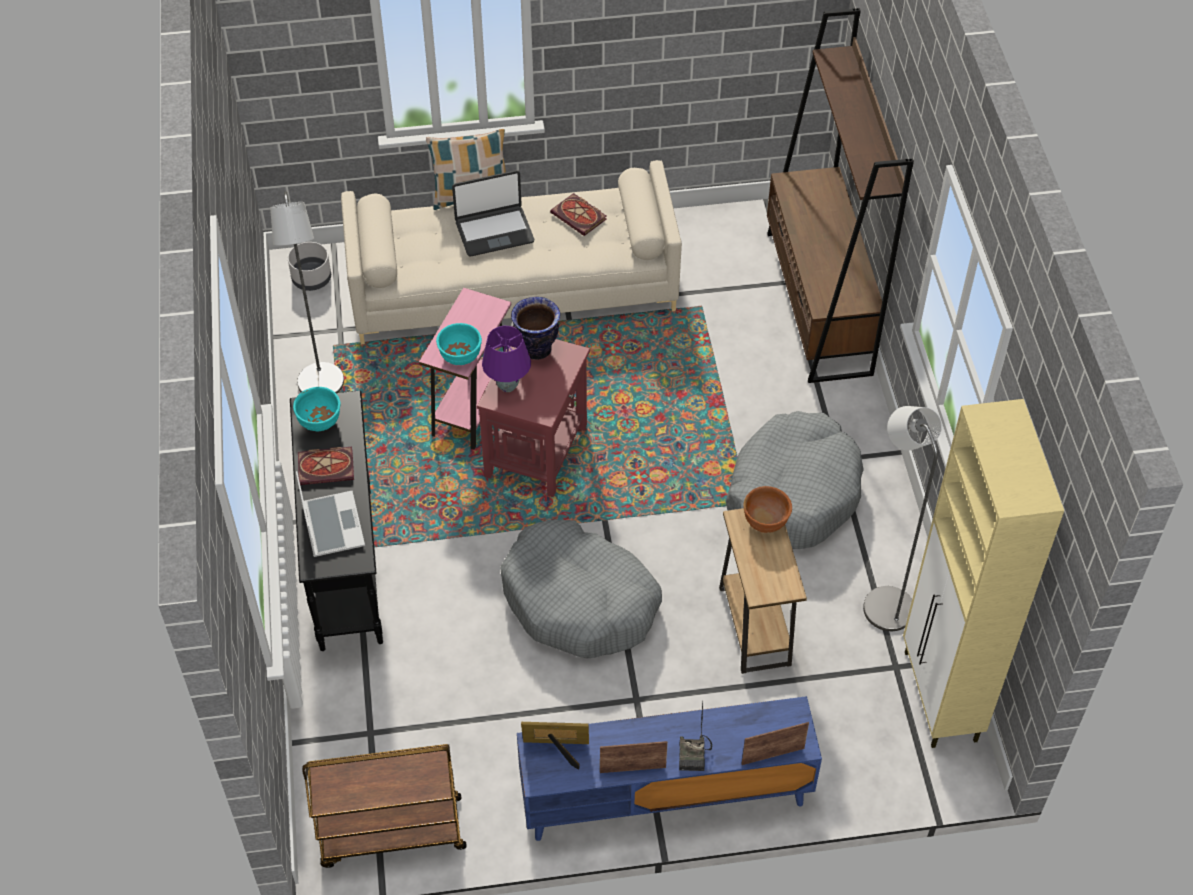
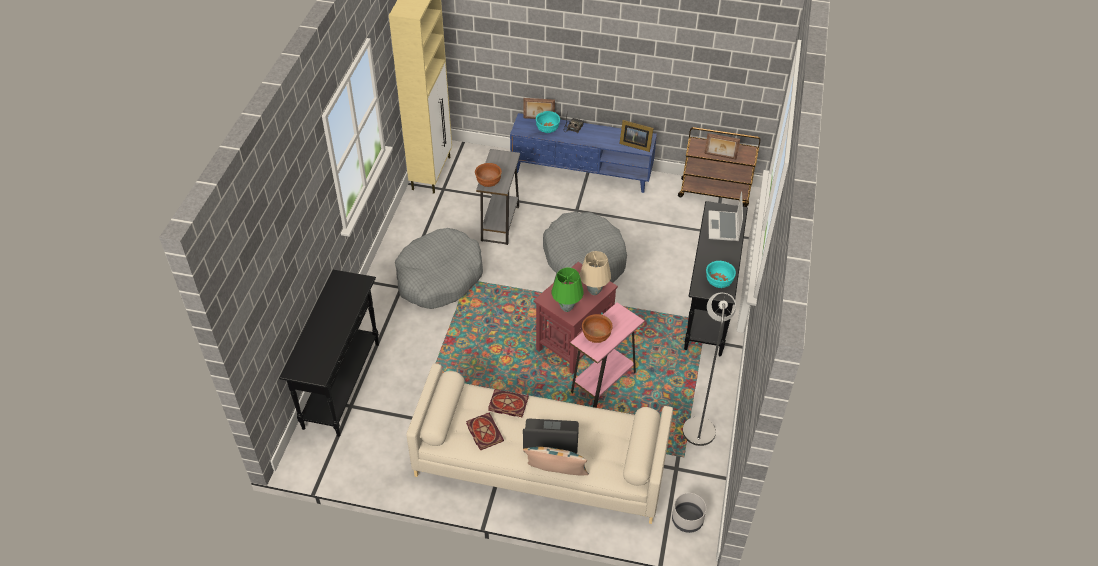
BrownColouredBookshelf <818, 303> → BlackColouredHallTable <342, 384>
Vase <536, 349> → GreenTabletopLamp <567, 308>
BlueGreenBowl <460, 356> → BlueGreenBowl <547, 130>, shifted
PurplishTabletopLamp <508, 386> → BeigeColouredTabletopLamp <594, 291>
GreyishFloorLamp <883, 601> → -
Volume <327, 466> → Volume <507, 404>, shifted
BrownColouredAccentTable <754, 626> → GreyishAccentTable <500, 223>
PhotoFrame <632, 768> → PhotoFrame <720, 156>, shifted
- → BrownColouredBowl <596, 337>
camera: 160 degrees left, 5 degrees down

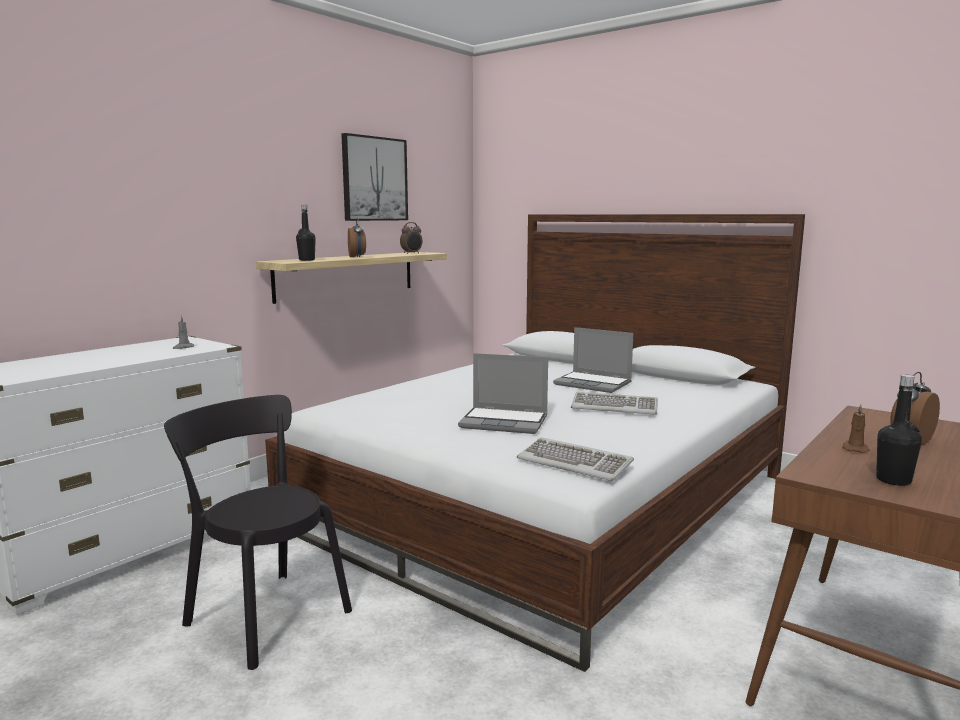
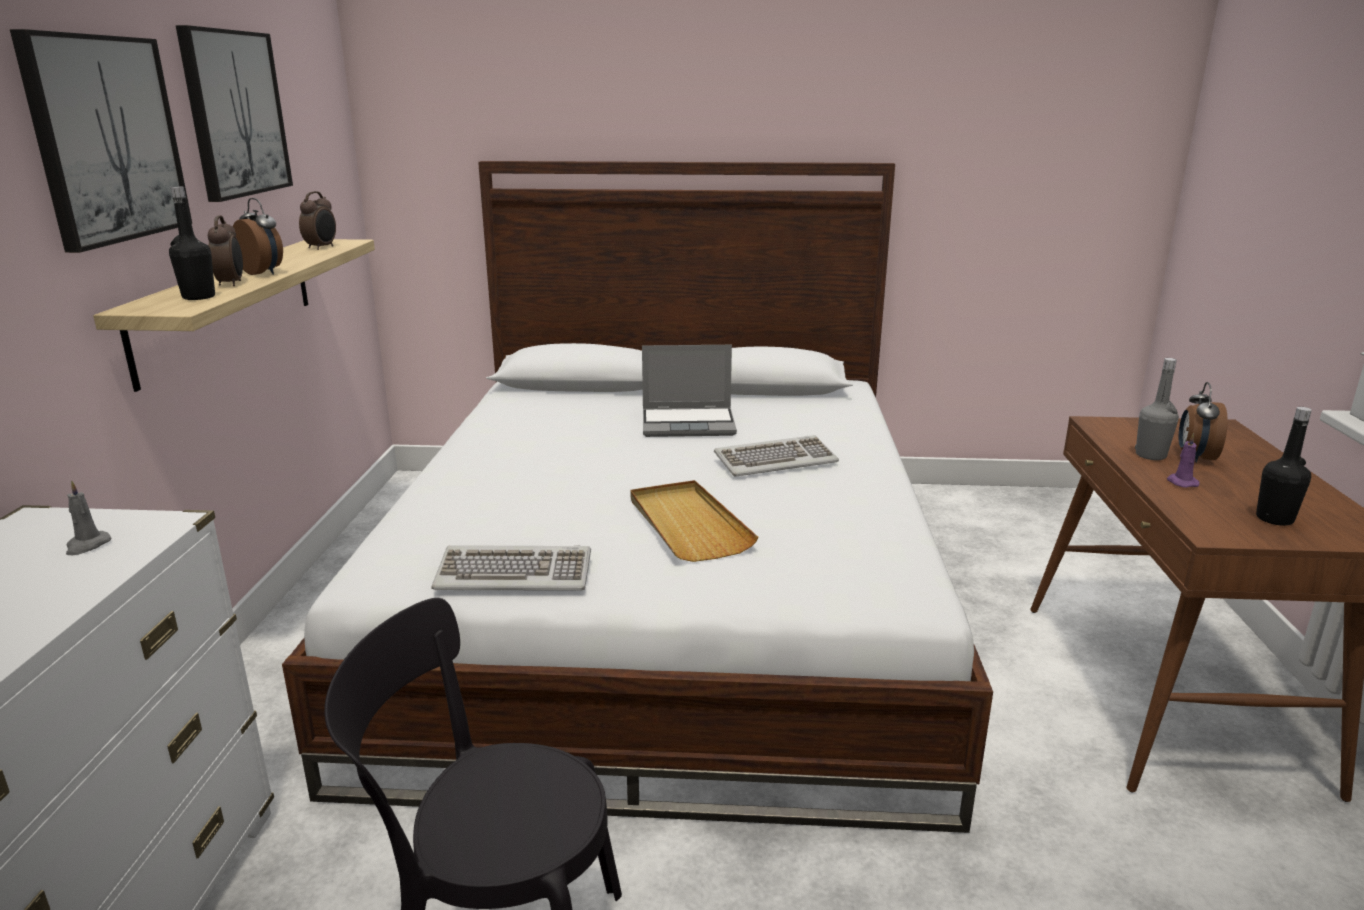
Laptop <505, 422> → BeigeColouredCarryingTray <687, 524>
BrownColouredWaxCandle <855, 449> → PurplishWaxCandle <1181, 482>
Keyboard <575, 463> → Keyboard <515, 573>, shifted
- → Picture <106, 139>
- → BedsideClock <231, 284>
- → GreyishBeverageBottle <1150, 455>
camera: 35 degrees left, 10 degrees up

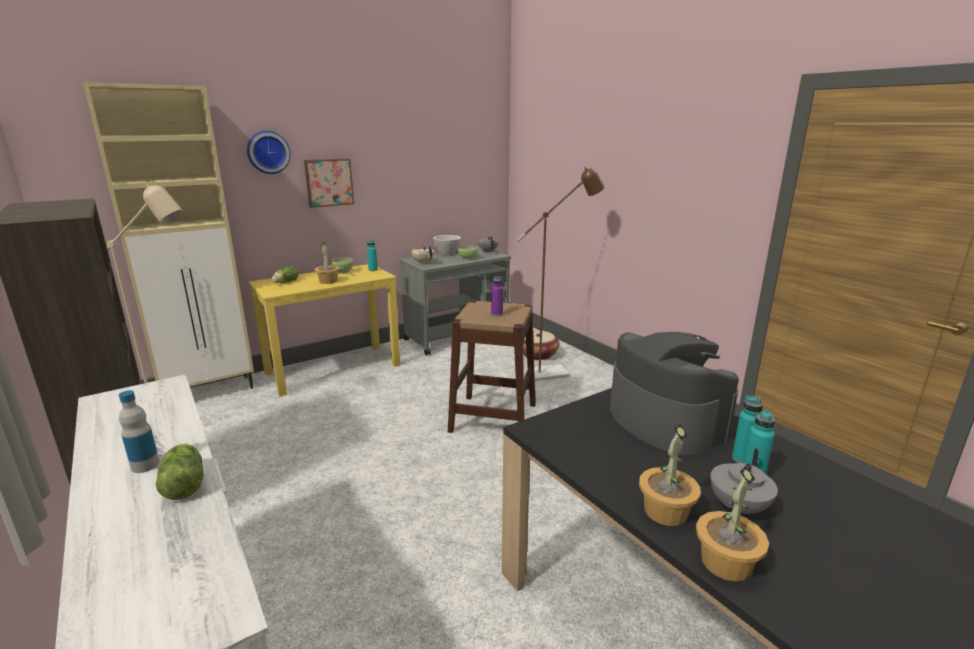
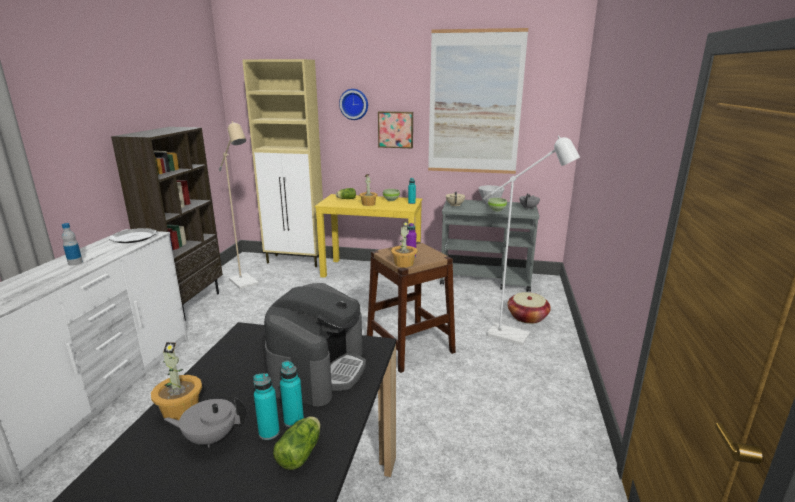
BrownColouredFloorLamp <555, 373> → WhiteFloorLamp <515, 337>
HeadOfLettuce <185, 483> → HeadOfLettuce <301, 452>, shifted
PlantInAPot <725, 562> → PlantInAPot <404, 263>, shifted
- → Picture <474, 103>
- → Plate <134, 237>
camera: 45 degrees right, 0 degrees up

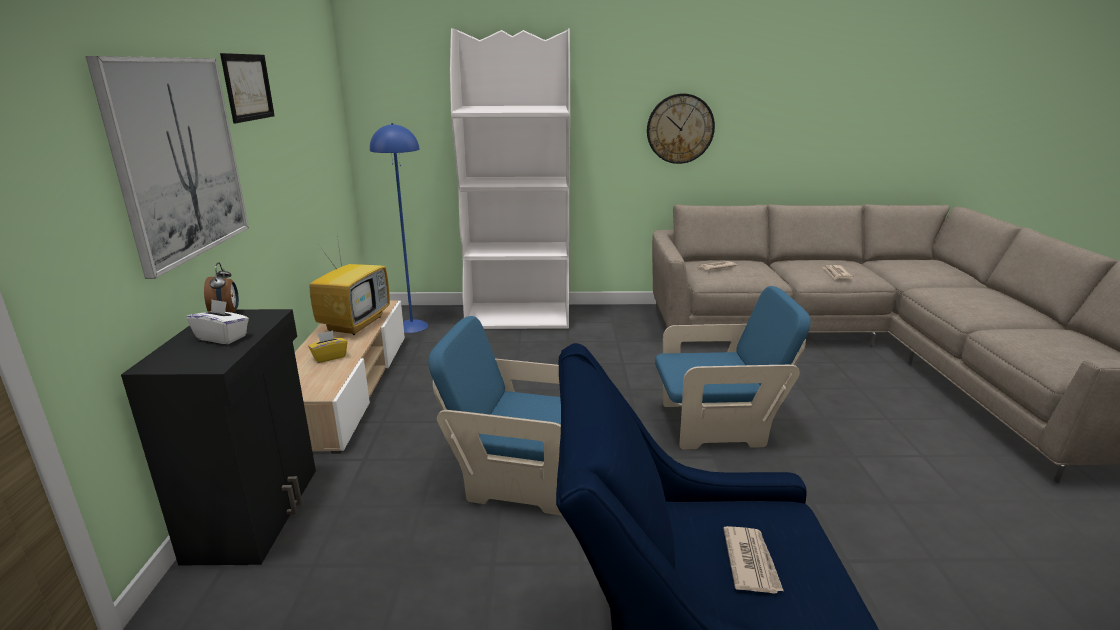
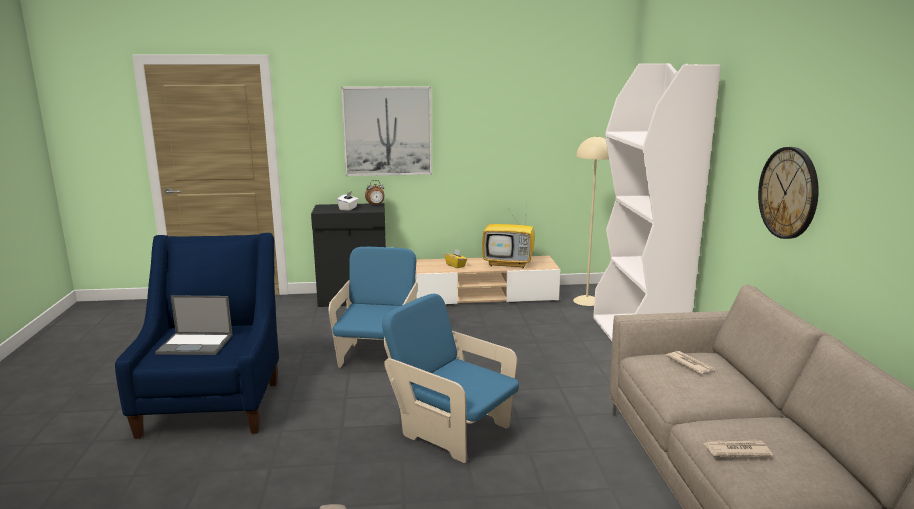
Picture <248, 87> → -
BlueFloorLamp <412, 326> → BeigeColouredFloorLamp <586, 301>
BlueEasyChair <717, 425> → BlueEasyChair <451, 430>, 135 degrees clockwise
PrintedPaper <751, 561> → Laptop <196, 344>
camera: 85 degrees right, 5 degrees down

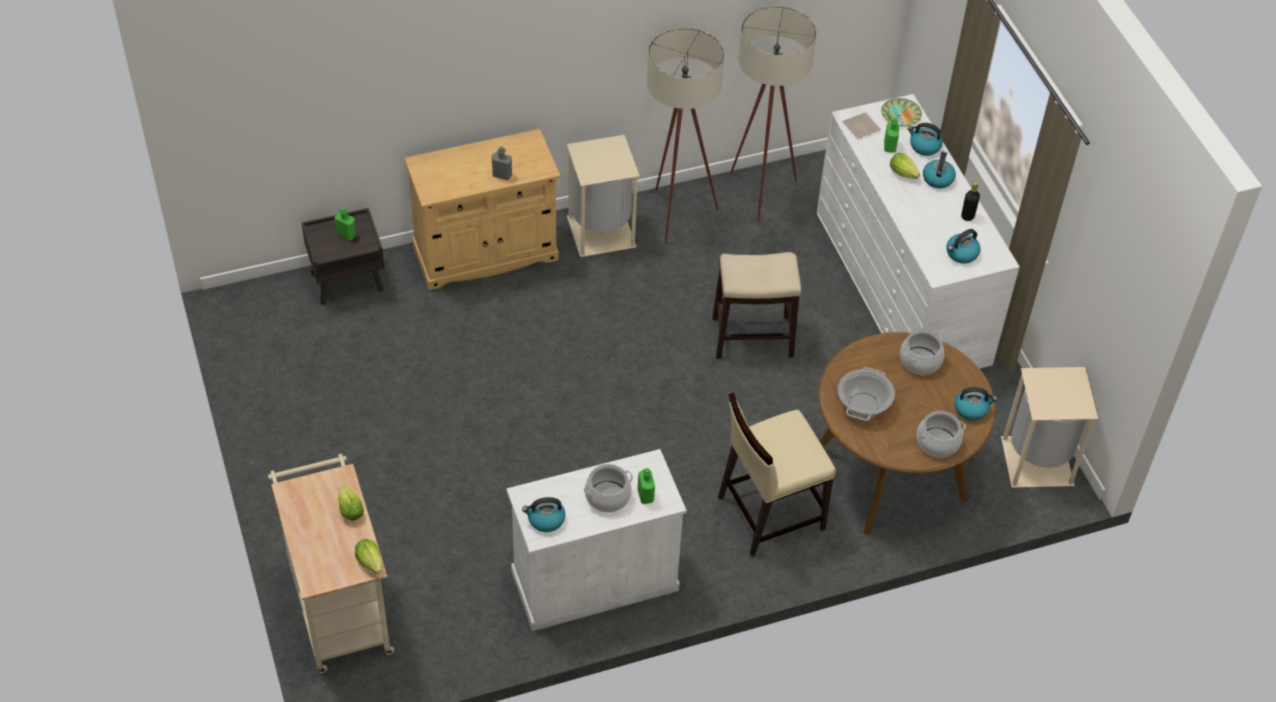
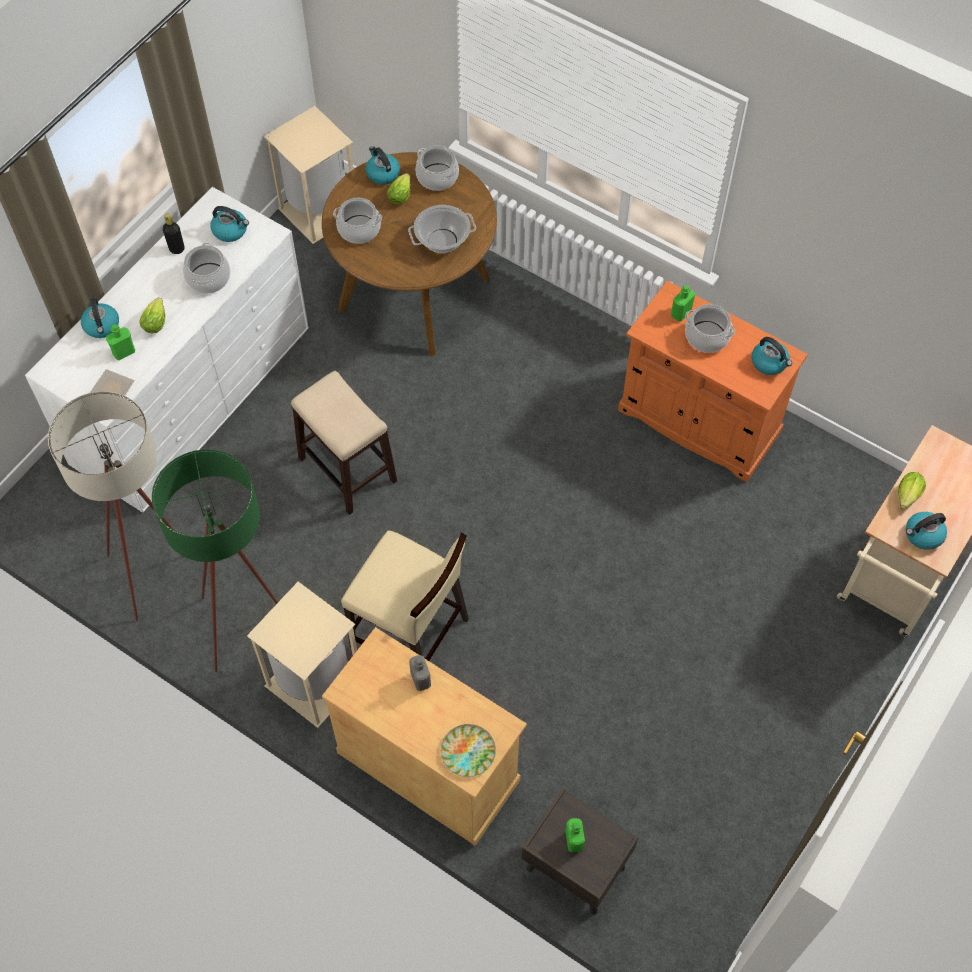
BeigeColouredFloorLamp <676, 220> → GreenFloorLamp <245, 625>
Plate <900, 115> → Plate <468, 752>, shifted
Kettle <938, 178> → Kettle <923, 535>, shifted
BeigeColouredChair <769, 513> → BeigeColouredChair <410, 634>, shifted
WhiteStorageCabinet <594, 580> → OrangeStorageCabinet <698, 421>
HeadOfLettuce <371, 564> → HeadOfLettuce <401, 194>, shifted
- → CookingPot <209, 278>
camera: 125 degrees left, 10 degrees up

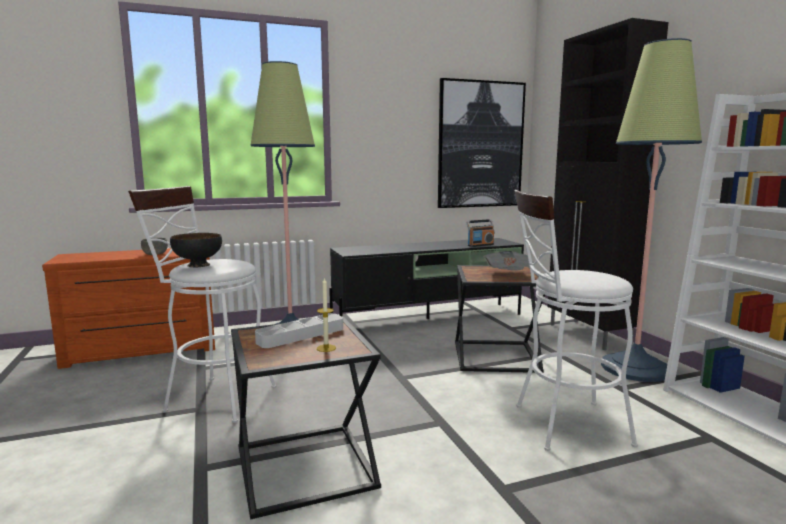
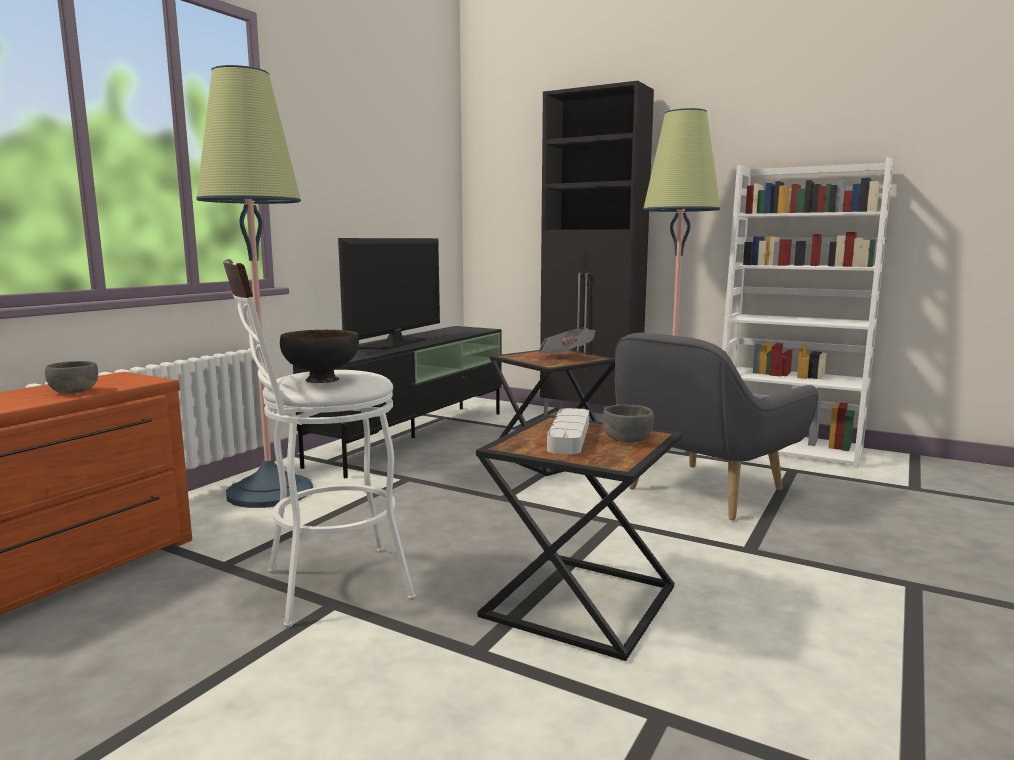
Picture <480, 145> → -
WhiteSittingStool <562, 425> → GreyishEasyChair <701, 492>
RadioReceiver <480, 245> → -
WaxCandle <326, 348> → GreyishBowl <627, 439>
- → Television <394, 343>
camera: 40 degrees left, 0 degrees up

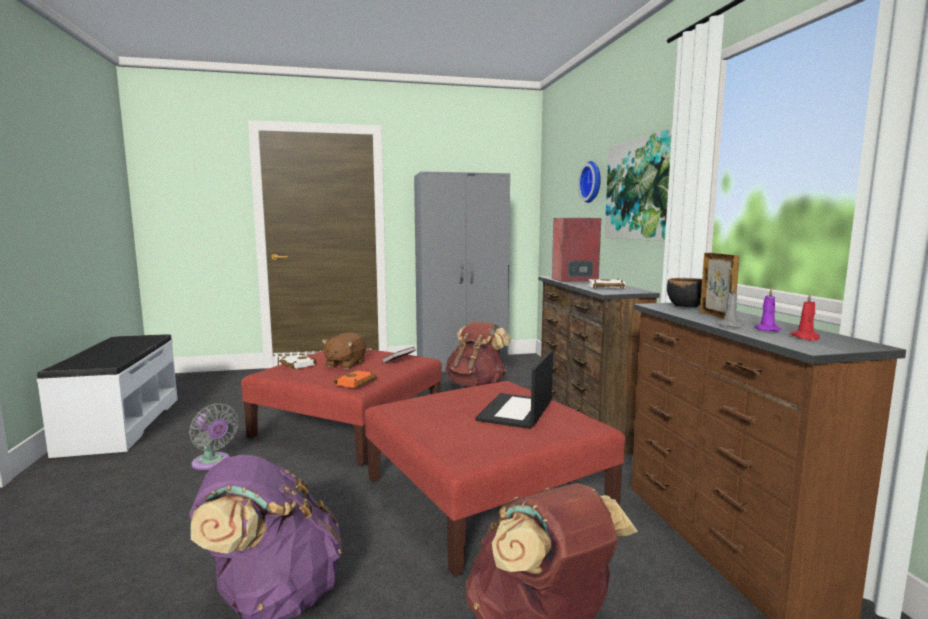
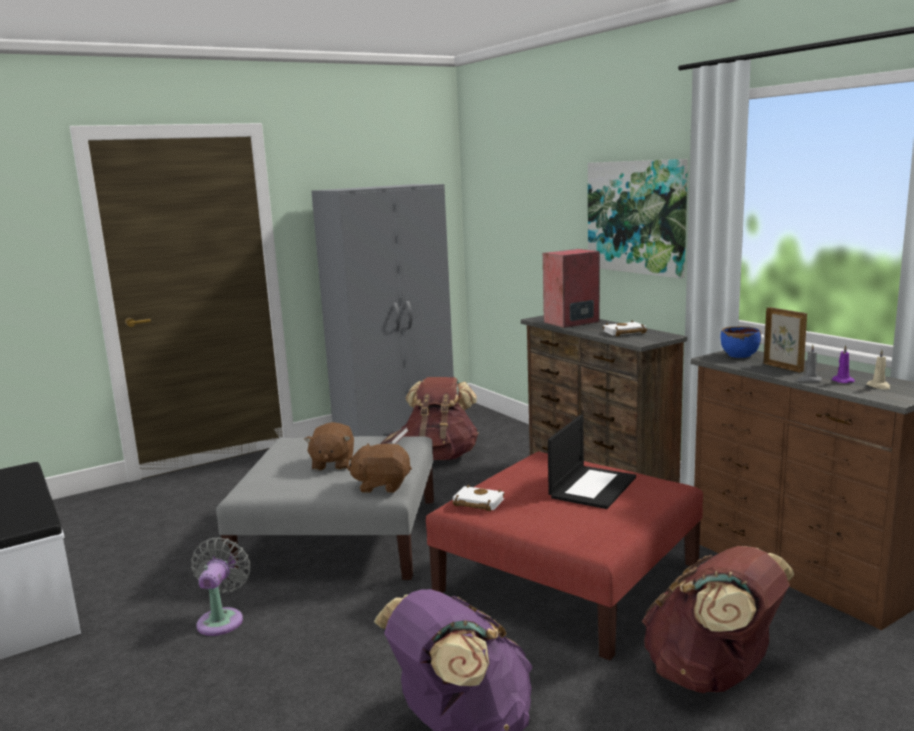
WallClock <592, 182> → -
BlackColouredBowl <686, 306> → BlueBowl <739, 355>
RedWaxCandle <805, 337> → BeigeColouredWaxCandle <879, 386>
RedPouffe <350, 425> → GreyishPouffe <341, 536>
Laptop <516, 411> → Laptop <592, 487>, 150 degrees counterclockwise
WhiteVolume <296, 364> → WhiteVolume <476, 503>, shifted
OrangeVolume <356, 383> → BrownColouredSoftToy <382, 485>
GreyishFan <212, 463> → GreyishFan <222, 619>, 105 degrees counterclockwise
camera: 20 degrees left, 5 degrees up

